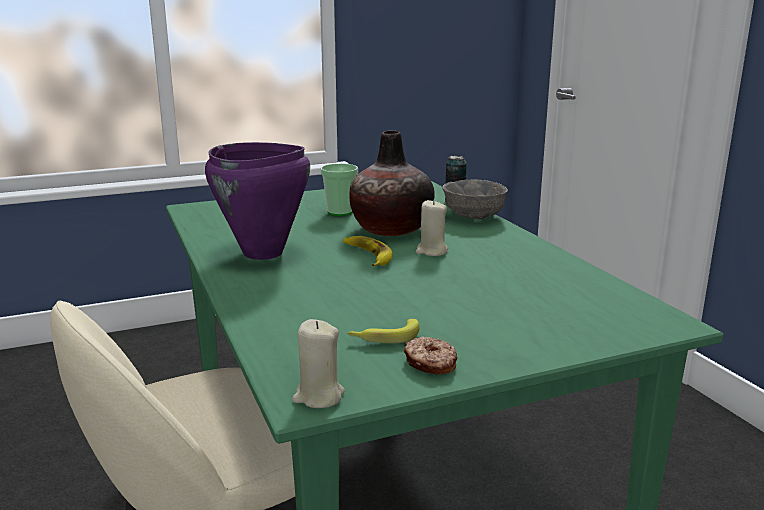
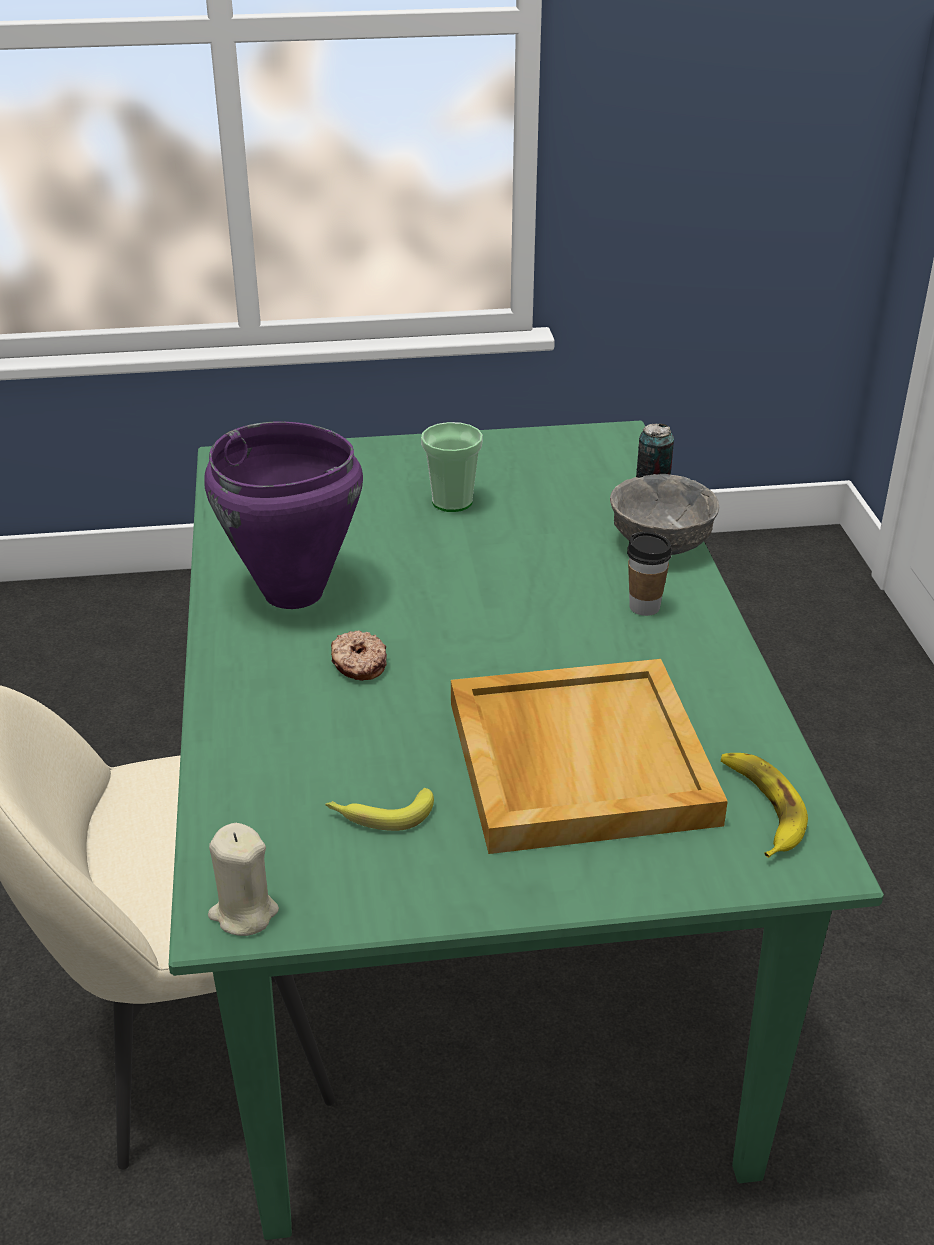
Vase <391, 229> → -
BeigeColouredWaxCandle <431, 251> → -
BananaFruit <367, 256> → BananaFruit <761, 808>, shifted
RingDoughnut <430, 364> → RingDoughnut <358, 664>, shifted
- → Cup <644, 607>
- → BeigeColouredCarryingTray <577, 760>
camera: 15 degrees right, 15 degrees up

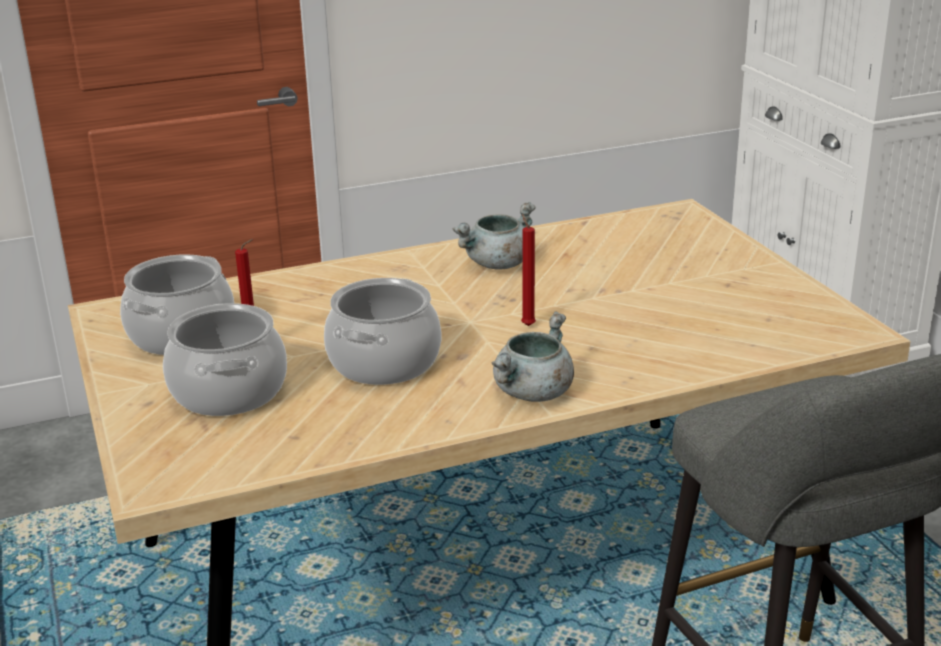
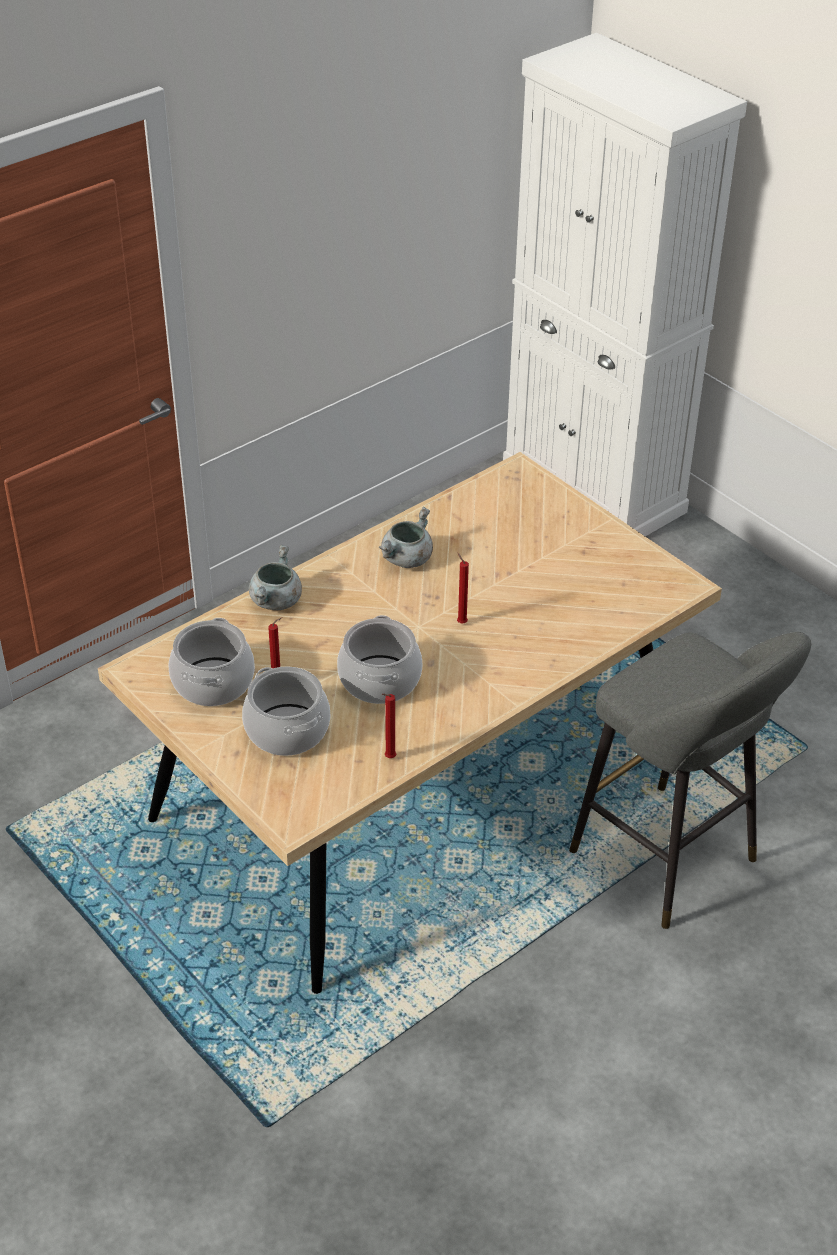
GreyishCookingPot <533, 393> → GreyishCookingPot <276, 602>, shifted
- → RedWaxCandle <388, 758>
camera: 20 degrees left, 15 degrees up

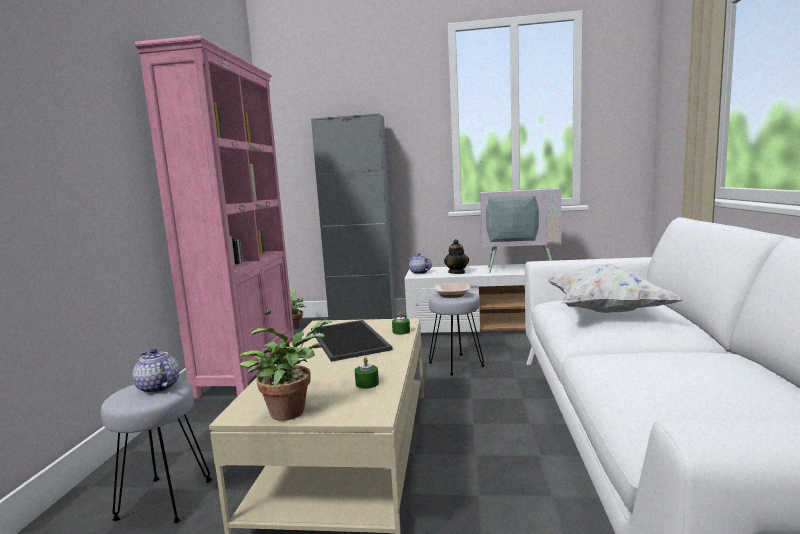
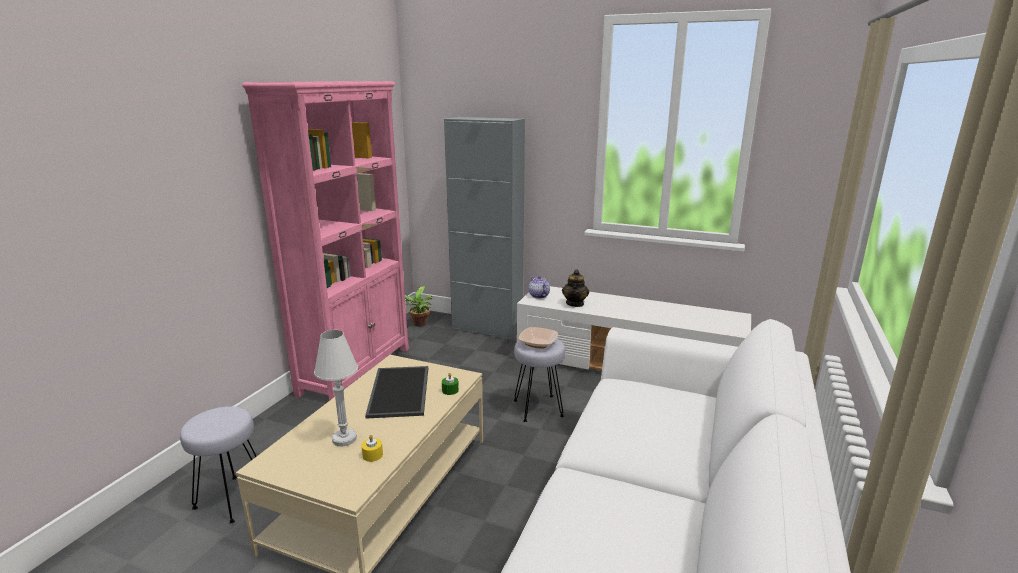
Television <519, 267> → -
WhitePillow <605, 311> → -
PlantInAPot <291, 410> → -
Teapot <157, 388> → -
GreenWaxCandle <367, 383> → YellowishWaxCandle <372, 455>
- → WhiteTabletopLamp <344, 439>
camera: 15 degrees right, 10 degrees up

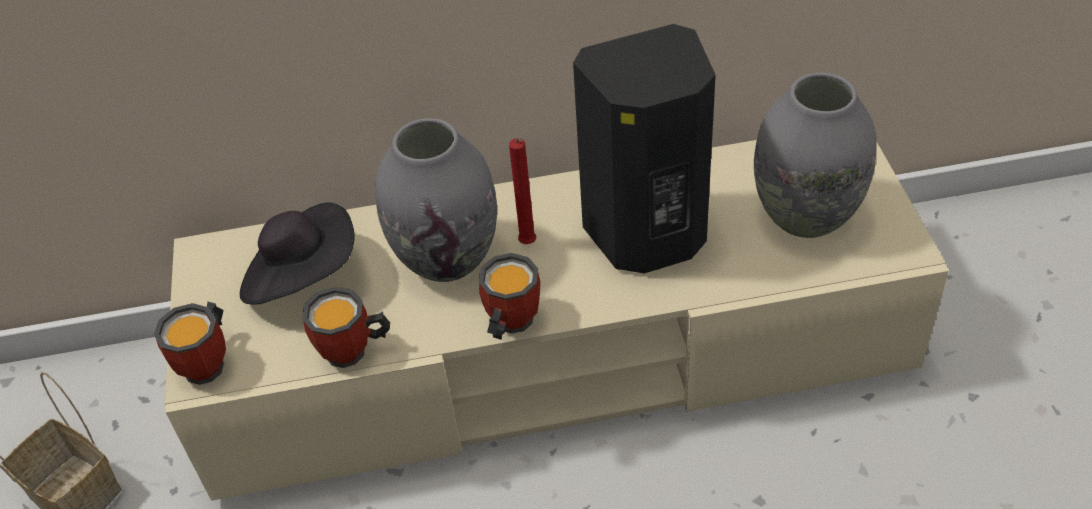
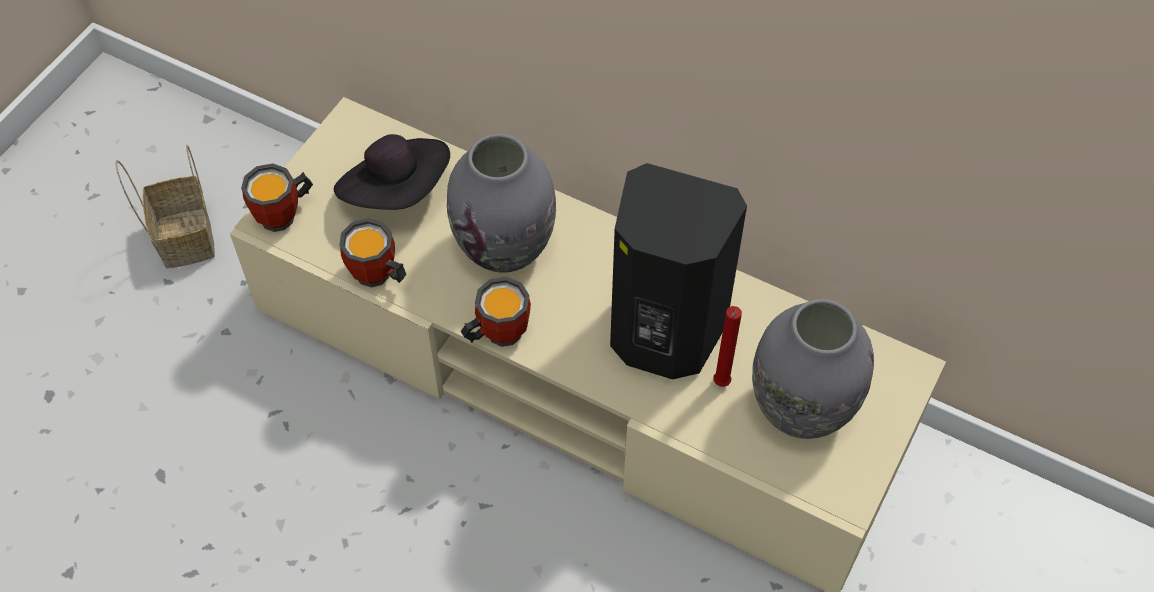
RedWaxCandle <528, 245> → RedWaxCandle <720, 385>, shifted
camera: 35 degrees right, 10 degrees up

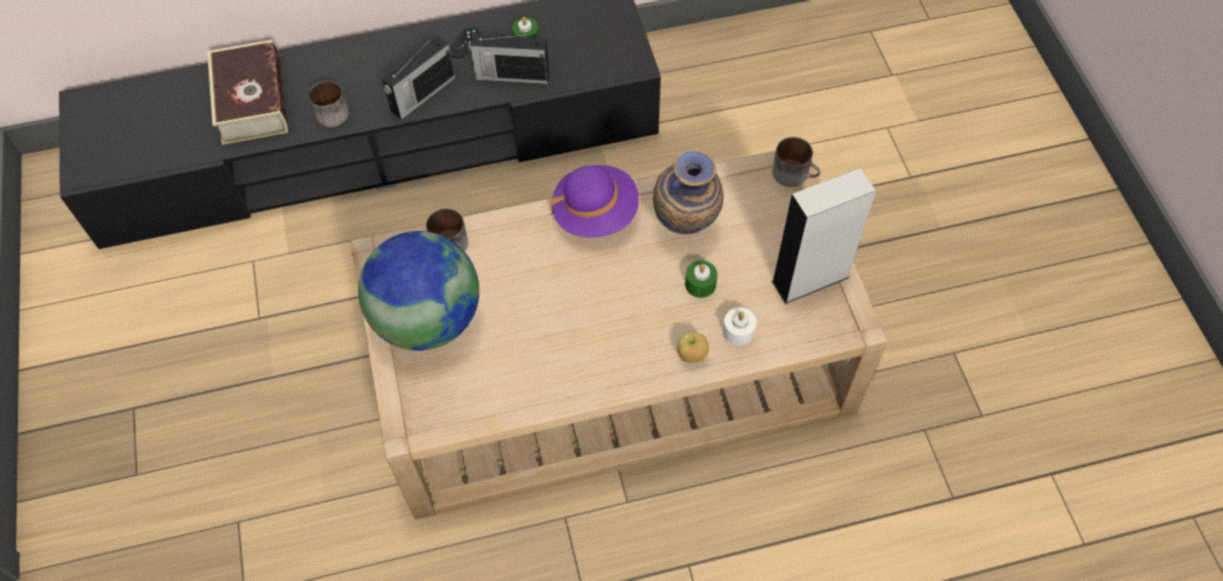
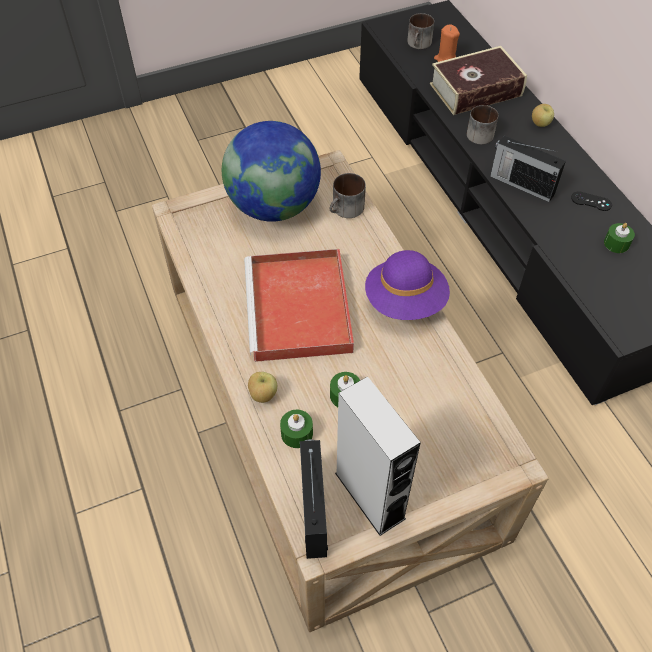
RadioReceiver <511, 75> → RadioReceiver <314, 509>, shifted
CoffeeMug <795, 173> → CoffeeMug <419, 44>, shifted
Vase <685, 229> → -
WhiteWaxCandle <738, 331> → GreenWaxCandle <297, 433>
- → OrangeWaxCandle <445, 59>
- → Apple <540, 124>
- → RedCarryingTray <300, 310>
camera: 80 degrees right, 5 degrees down

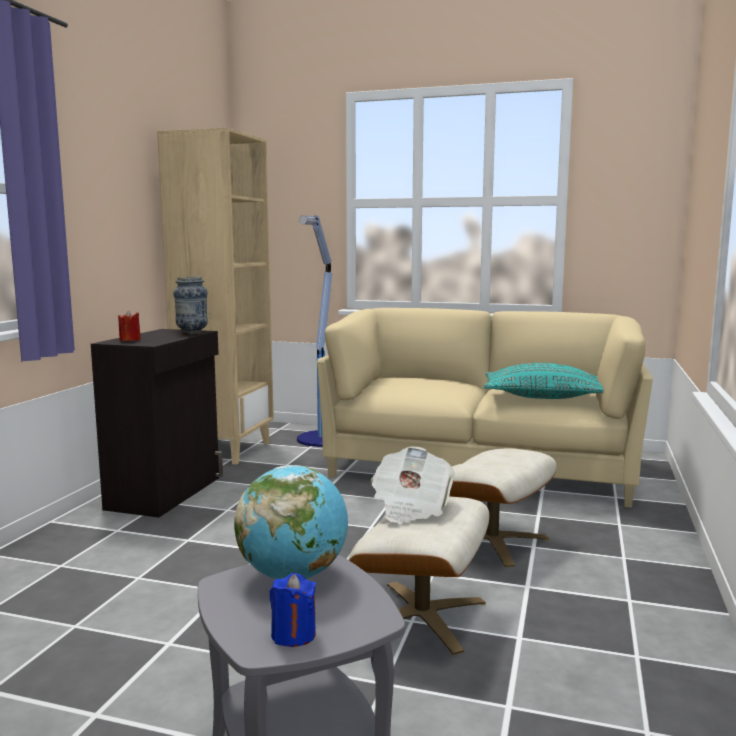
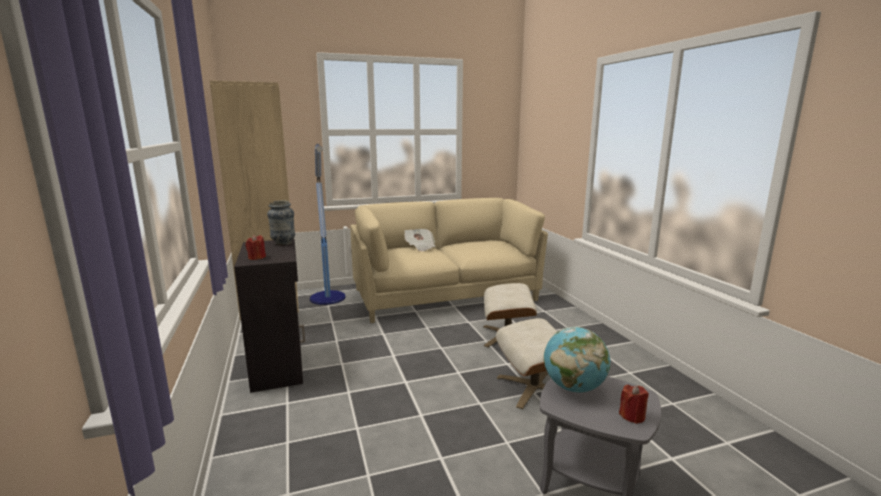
BlueGreenPillow <543, 397> → -
PrintedPaper <411, 507> → PrintedPaper <420, 247>, shifted
BlueWaxCandle <293, 635> → RedWaxCandle <632, 416>
camera: 35 degrees left, 5 degrees up

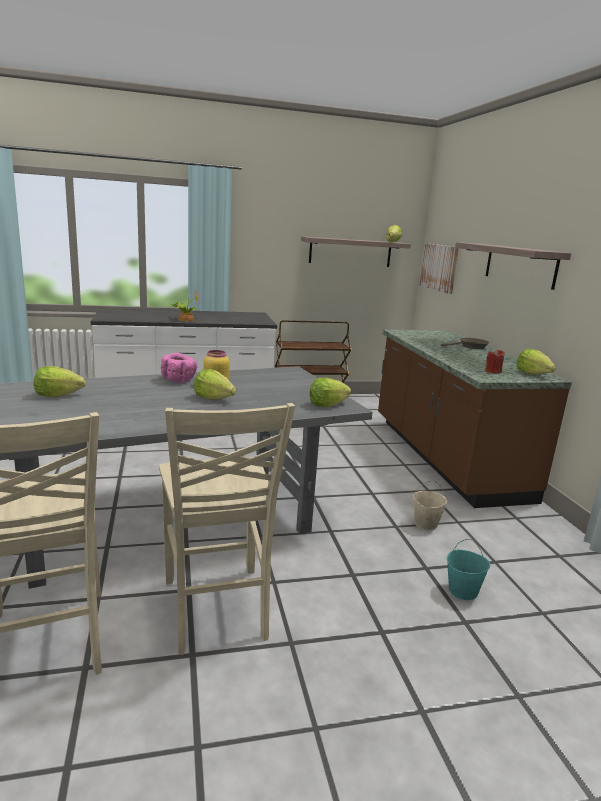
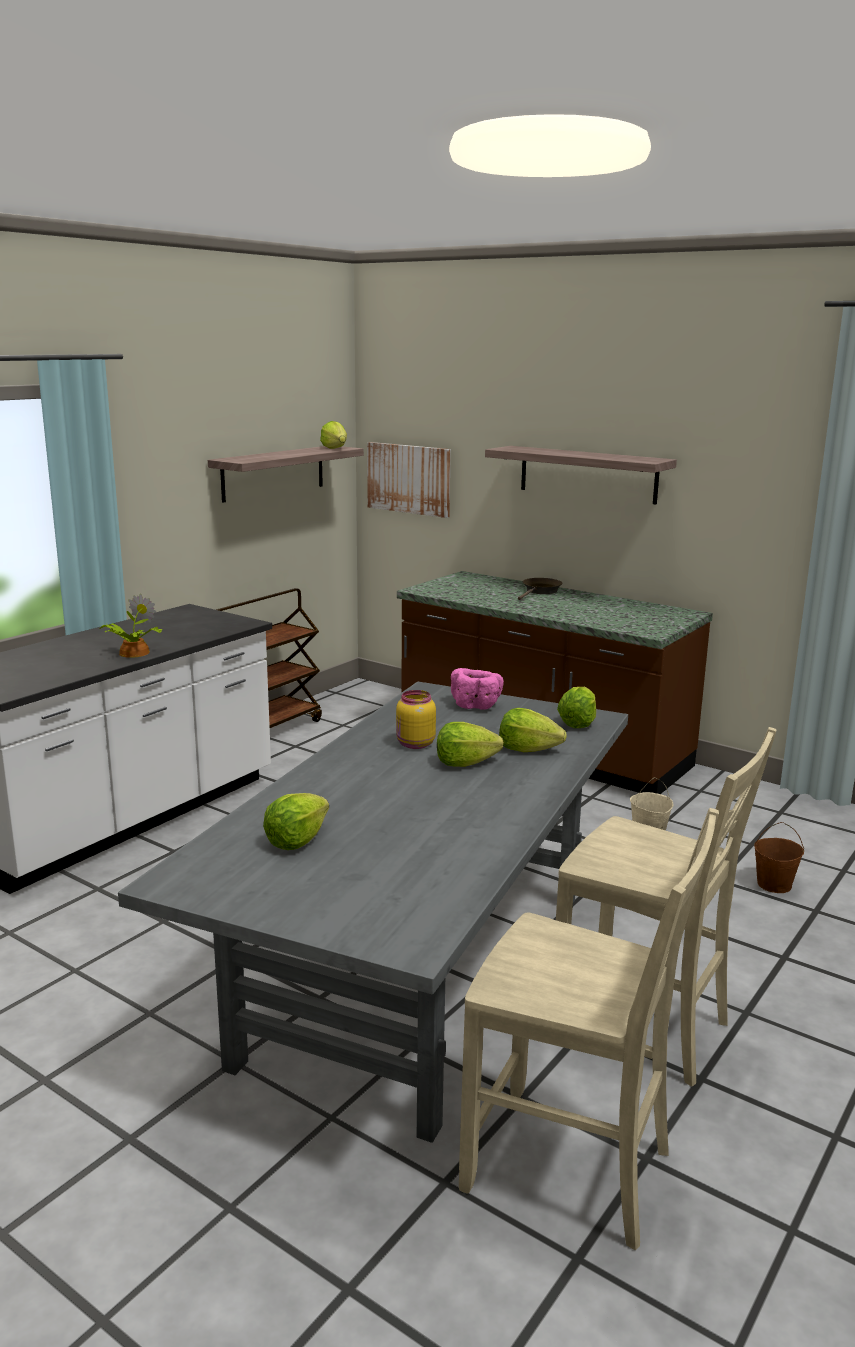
RedWaxCandle <493, 371> → -
HeadOfLettuce <532, 373> → HeadOfLettuce <528, 749>, shifted
PinkishBowl <179, 380> → PinkishBowl <476, 705>, shifted
BlueGreenPail <463, 591> → BrownColouredPail <774, 884>
camera: 40 degrees left, 0 degrees up

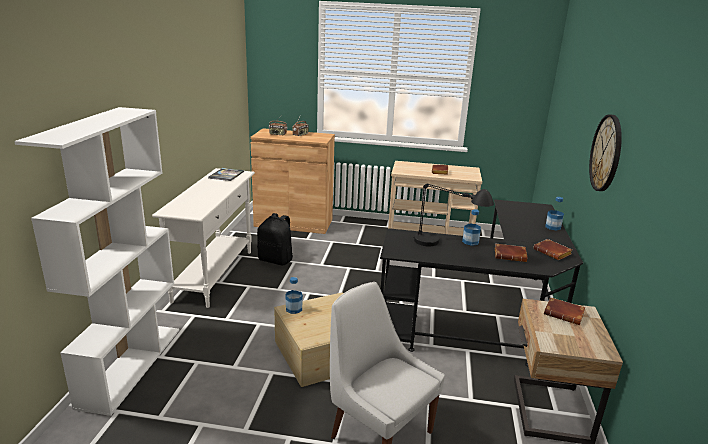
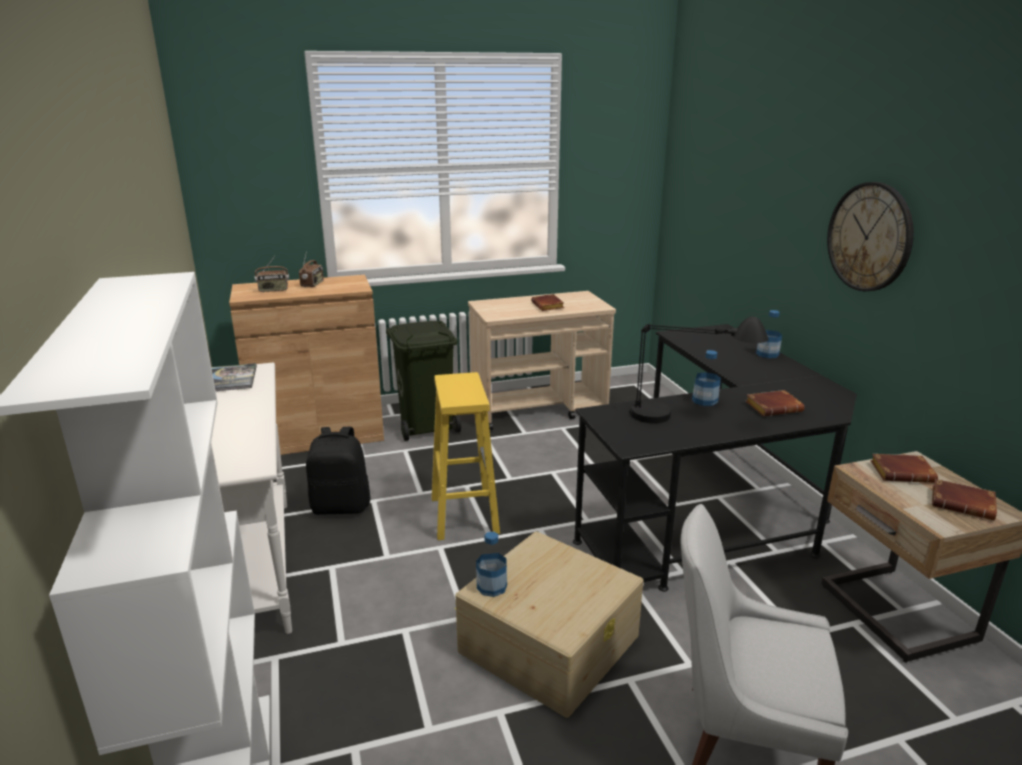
BrownColouredVolume <553, 252> → BrownColouredVolume <963, 504>, shifted
- → GreenRubbishBin <427, 426>
- → YellowishSittingStool <463, 514>
camera: 25 degrees left, 0 degrees up

